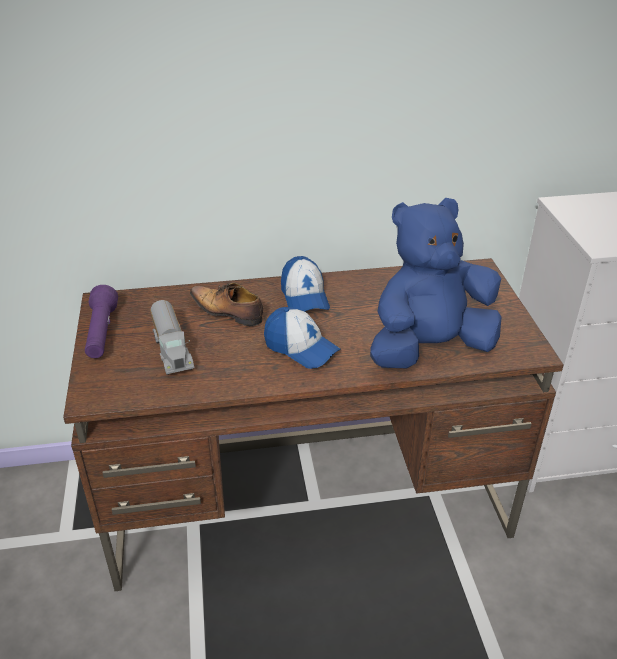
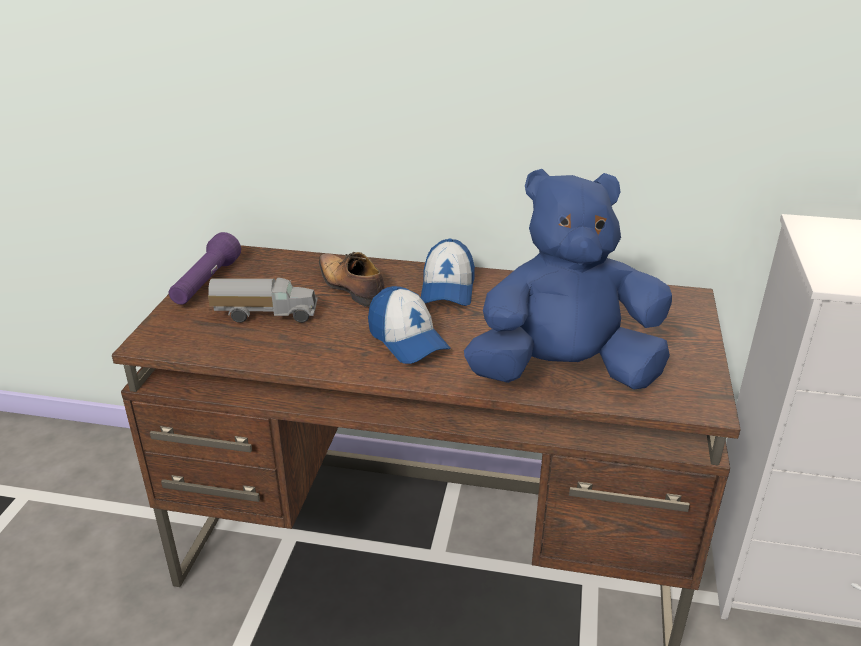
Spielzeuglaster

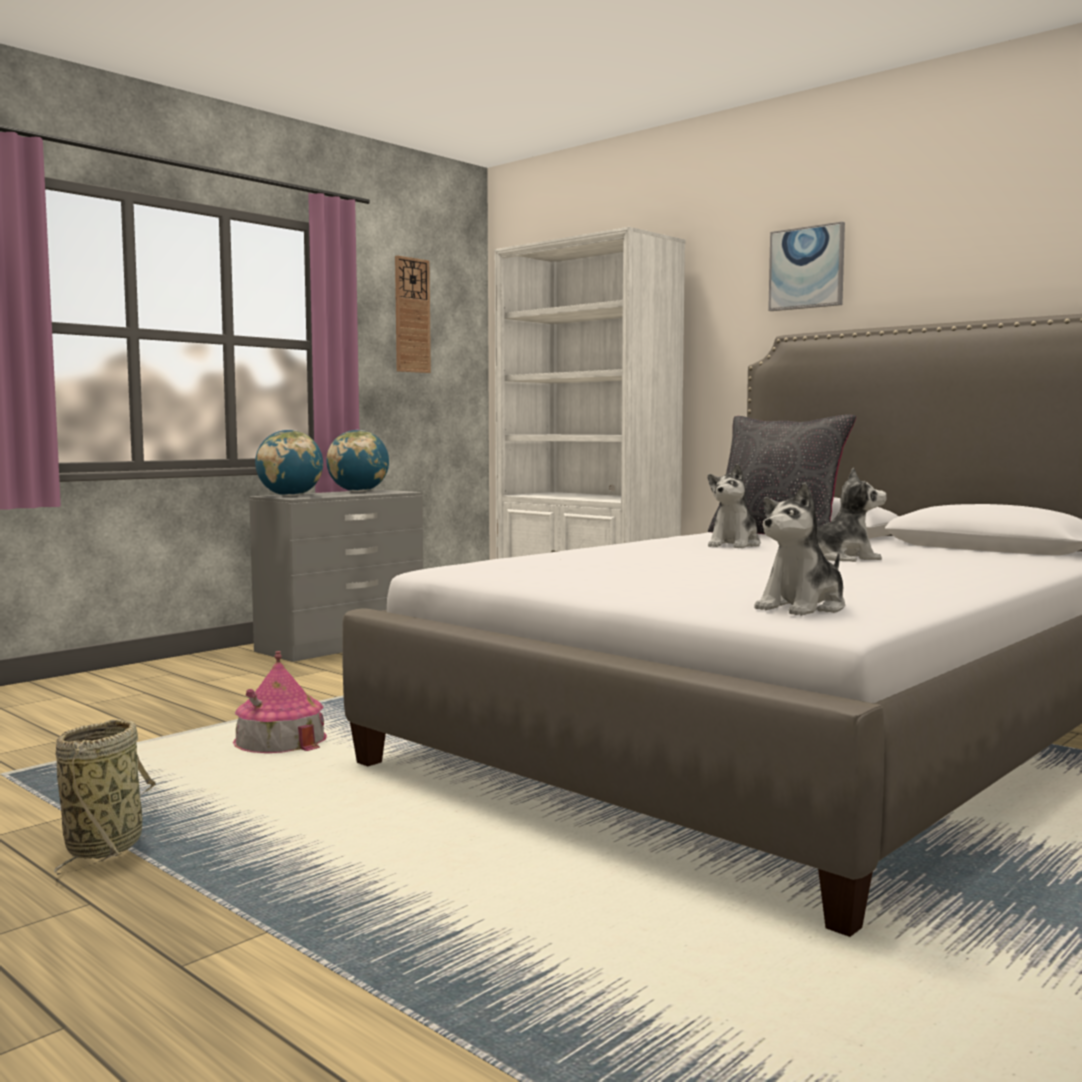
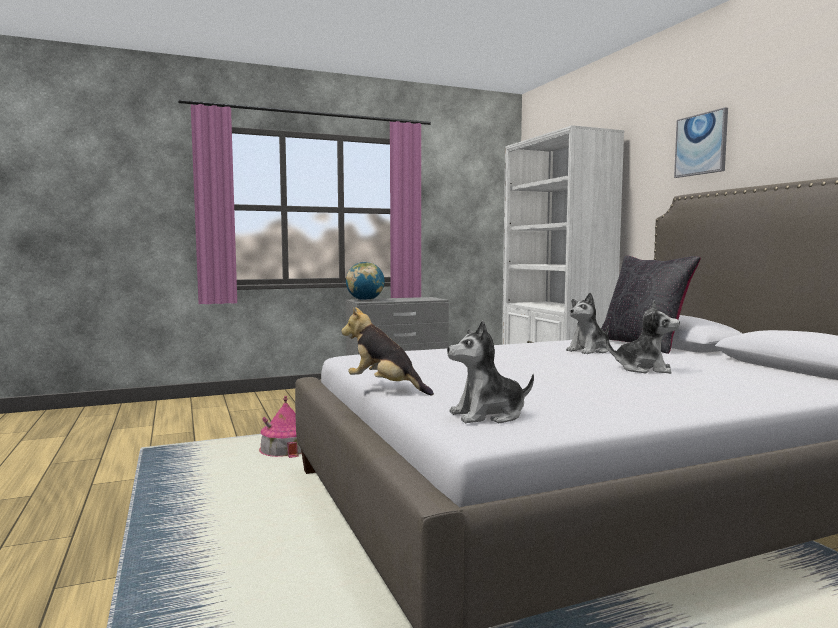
Korb; Globus (2nd from left in the first image); Wanduhr; Plüschtier (1st from left)

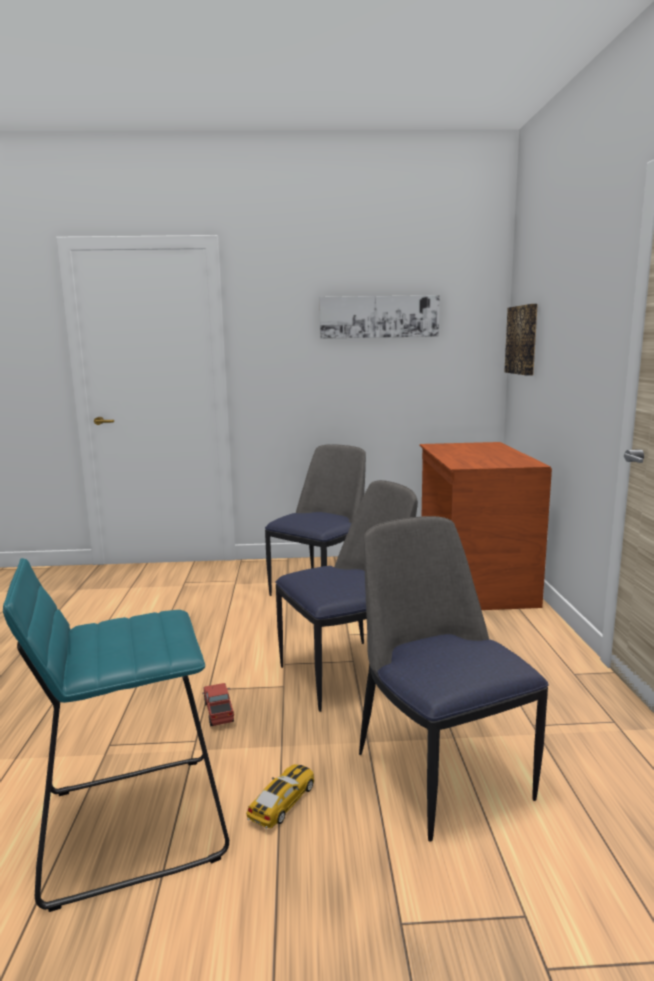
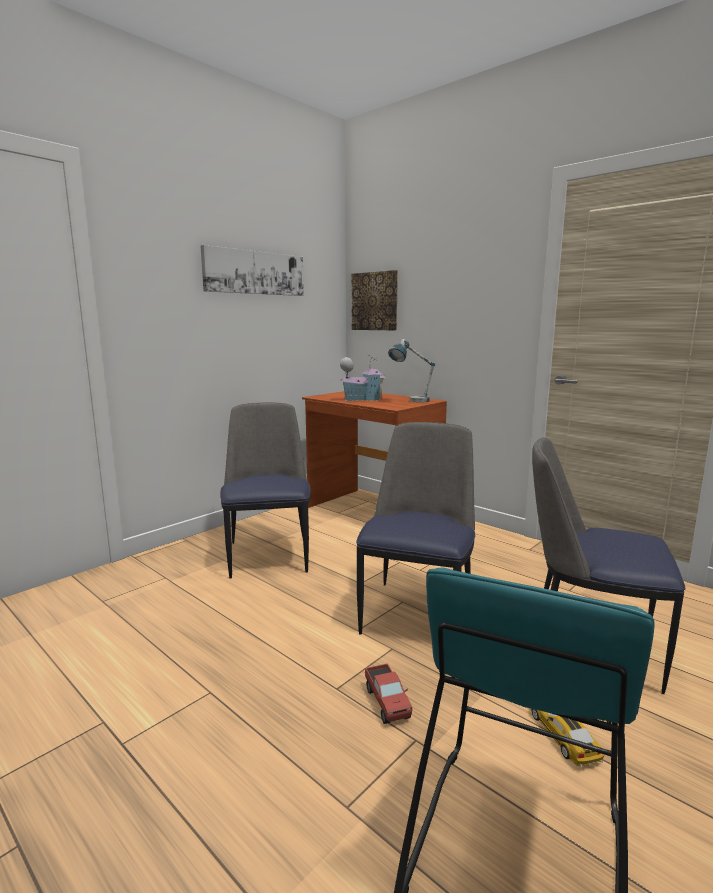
Spielzeughaus; Tischlampe; Spielzeuglaster

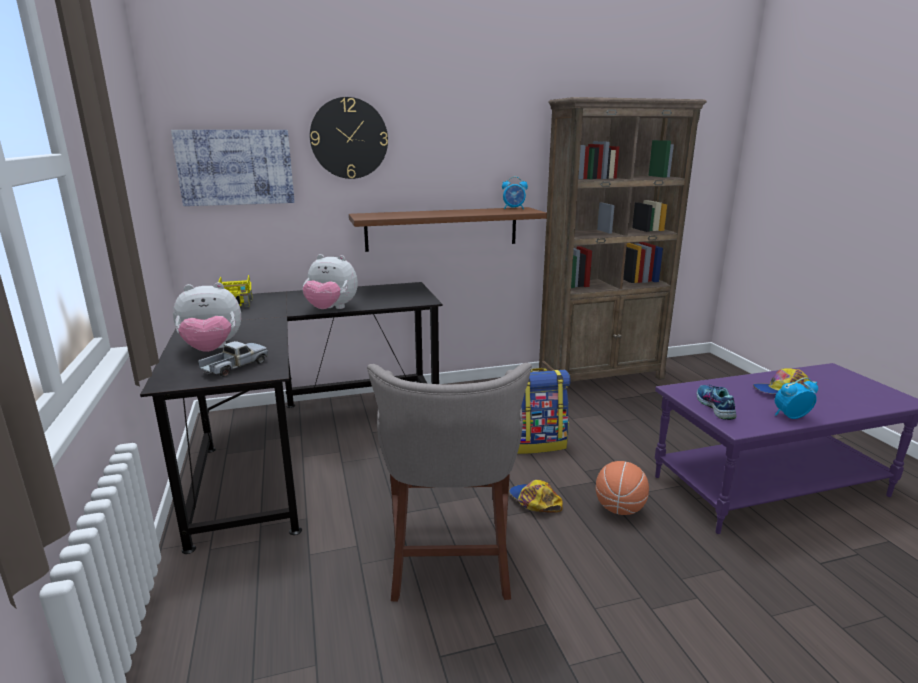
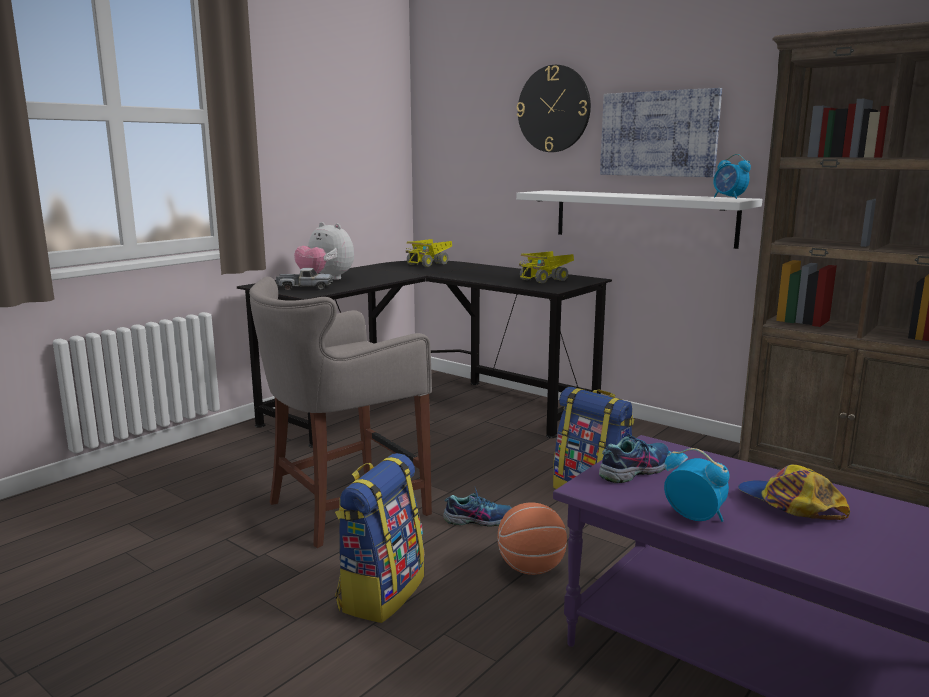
Plüschtier (2nd from left in the first image); Rucksack (1st from left); Spielzeuglaster (3rd from left); Bild; Schuh (1st from left); Wandregal (weiß)

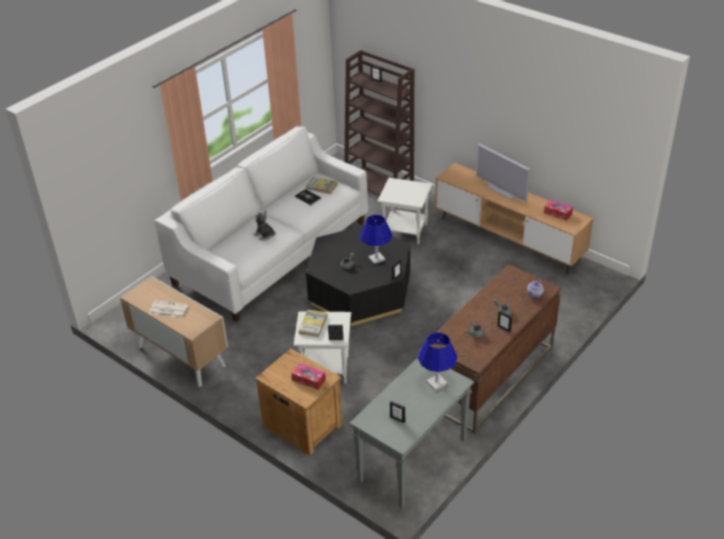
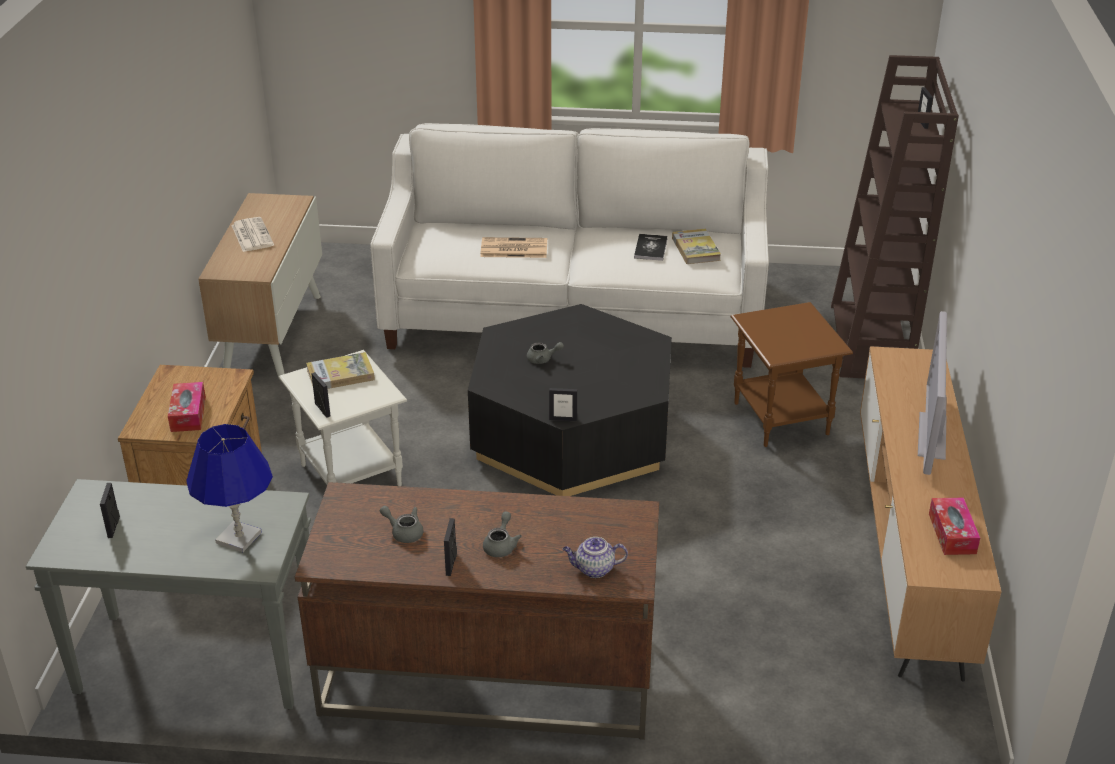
Tischlampe (blau) (1st from left in the first image); Zeitung (2nd from left); Beistelltisch (braun)

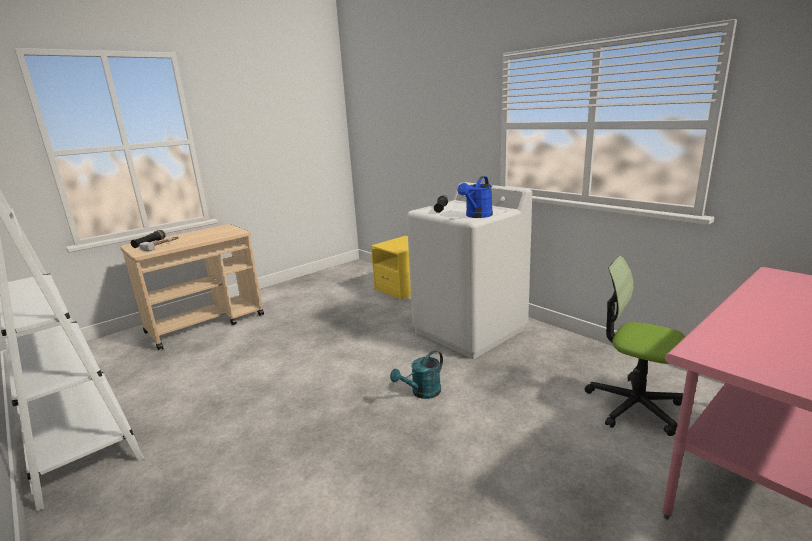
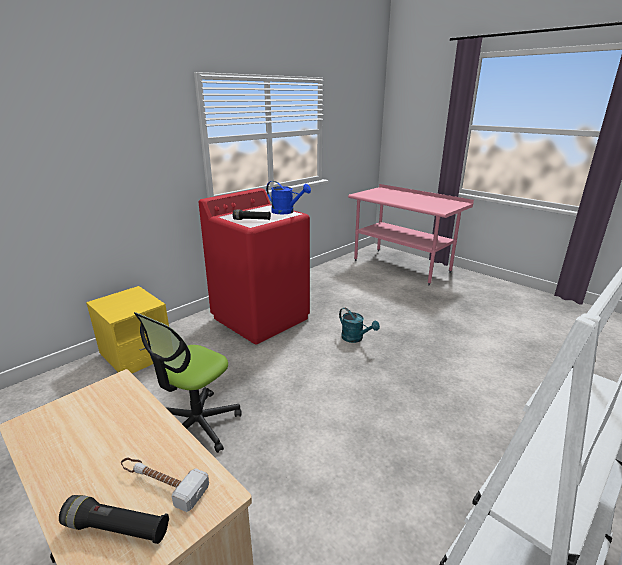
Bürostuhl; Waschmaschine (rot)

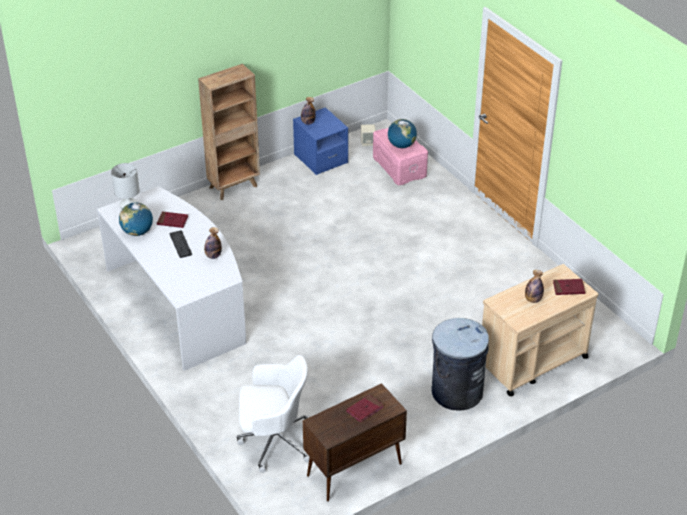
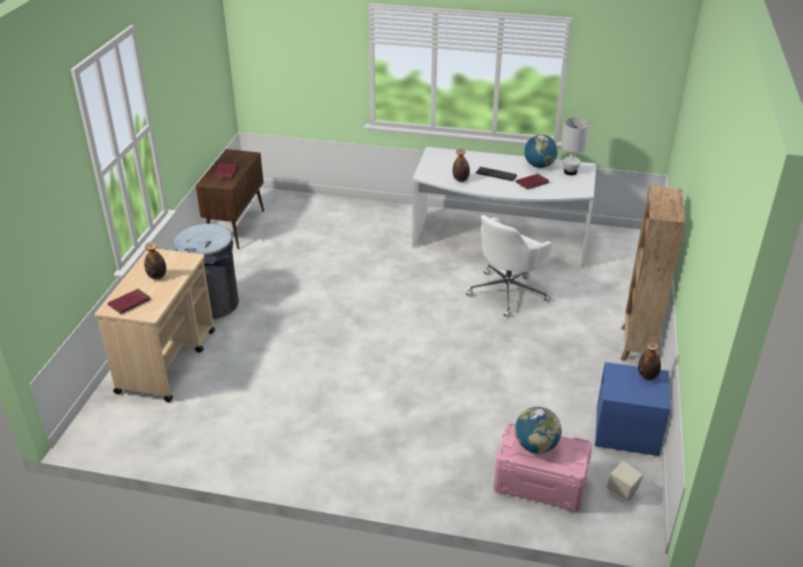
Bürostuhl (weiß)

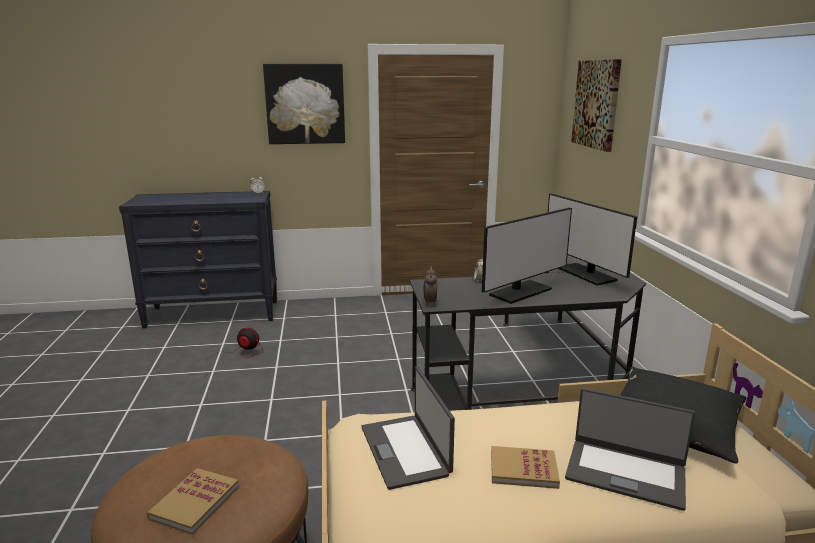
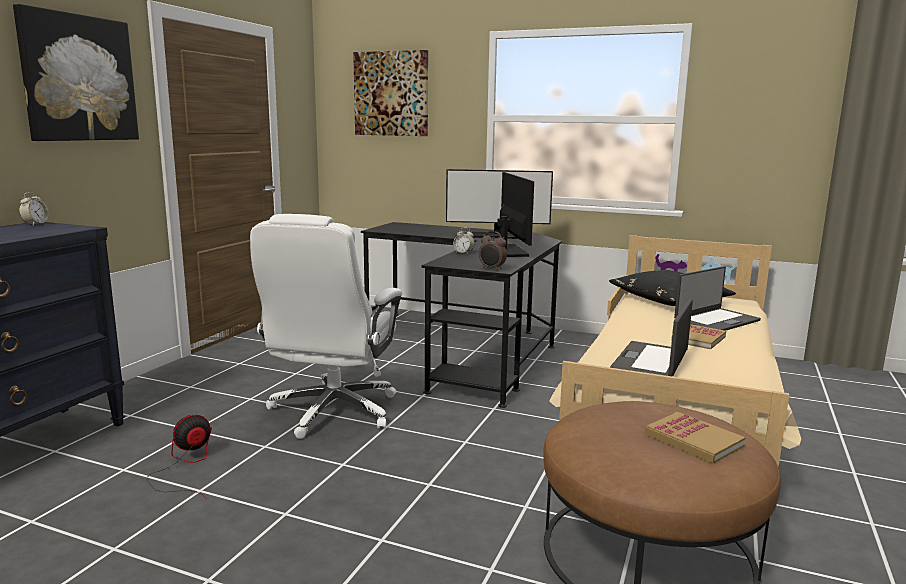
Bürostuhl (weiß); Laptop (1st from left)

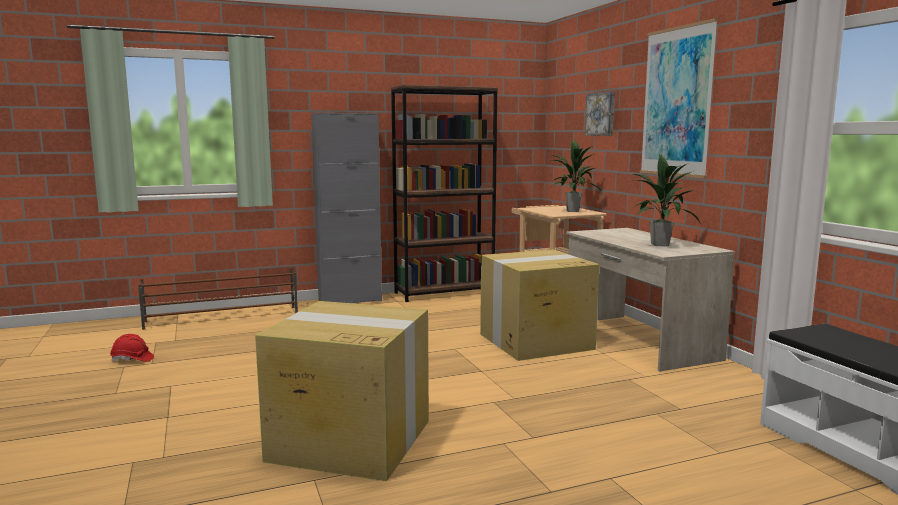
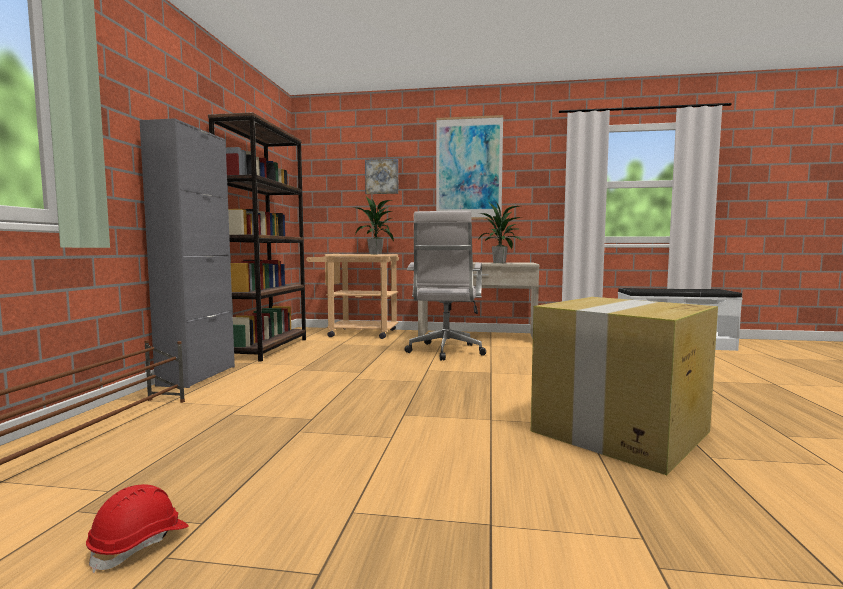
Bürostuhl (weiß)

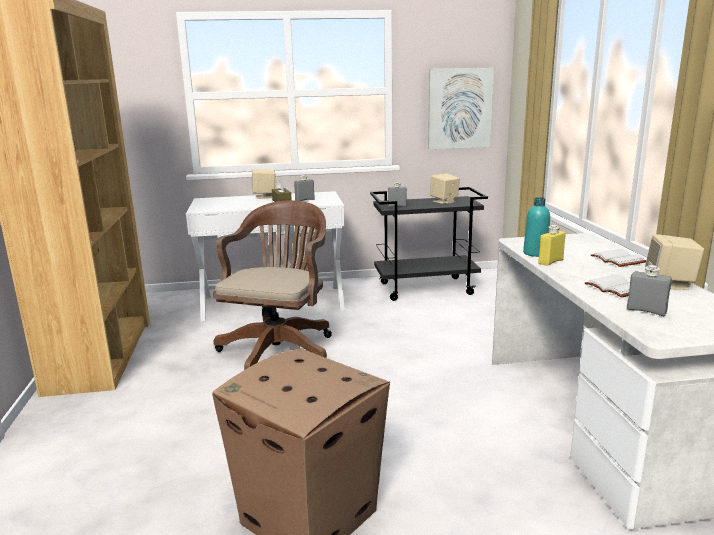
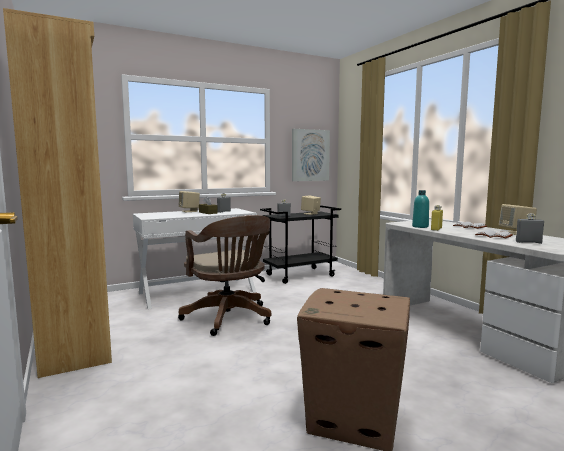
Bürostuhl (braun)

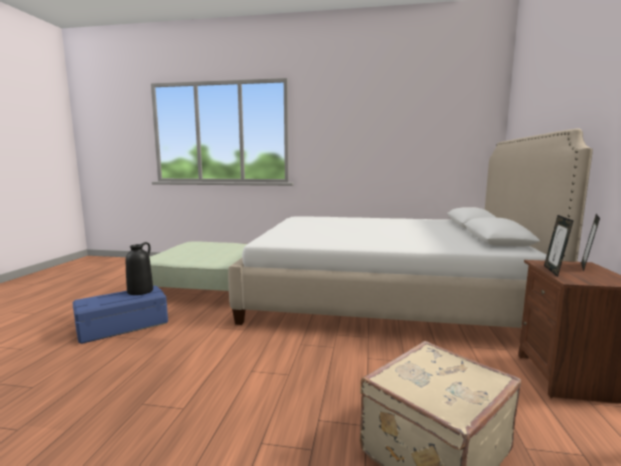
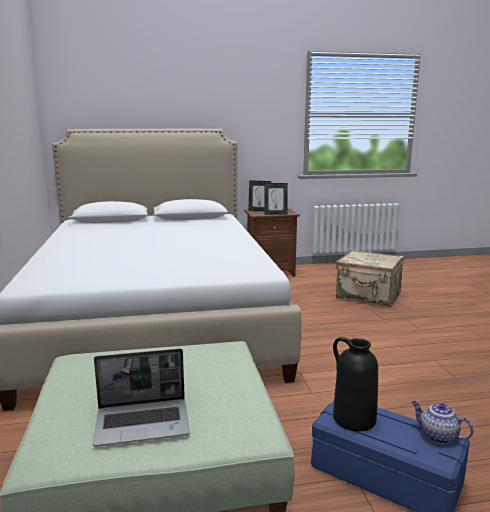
Laptop; Teekanne

